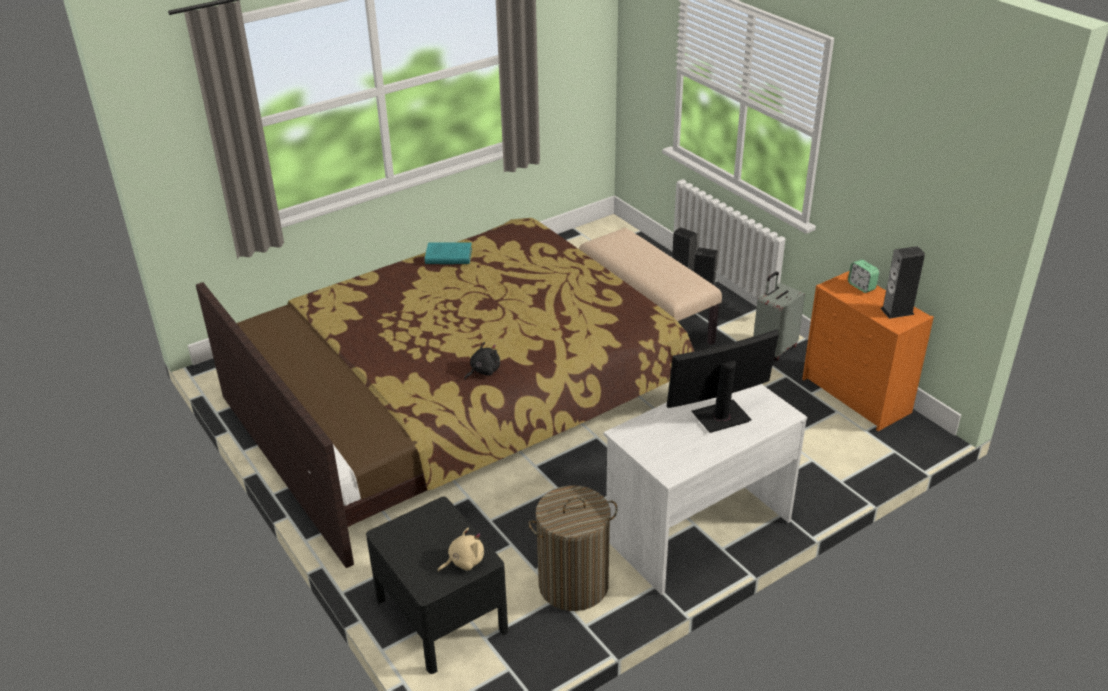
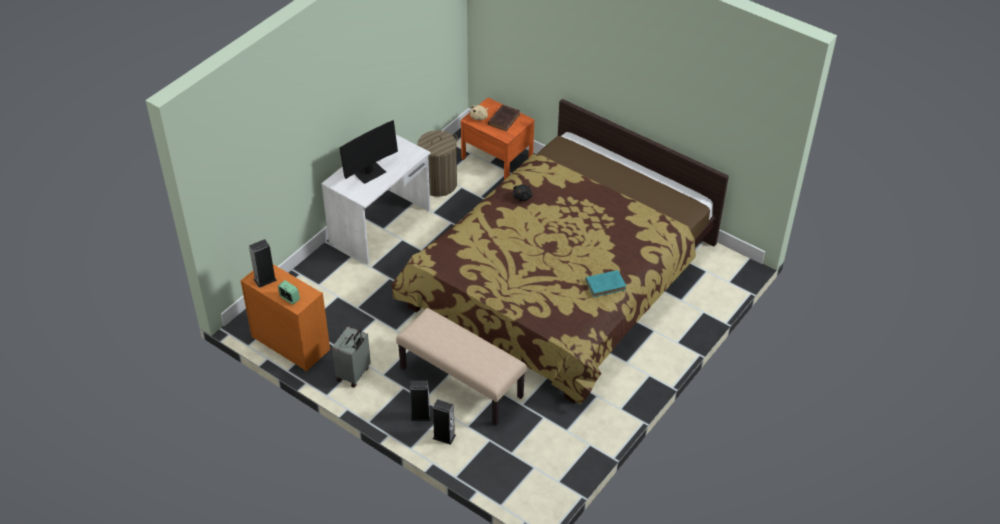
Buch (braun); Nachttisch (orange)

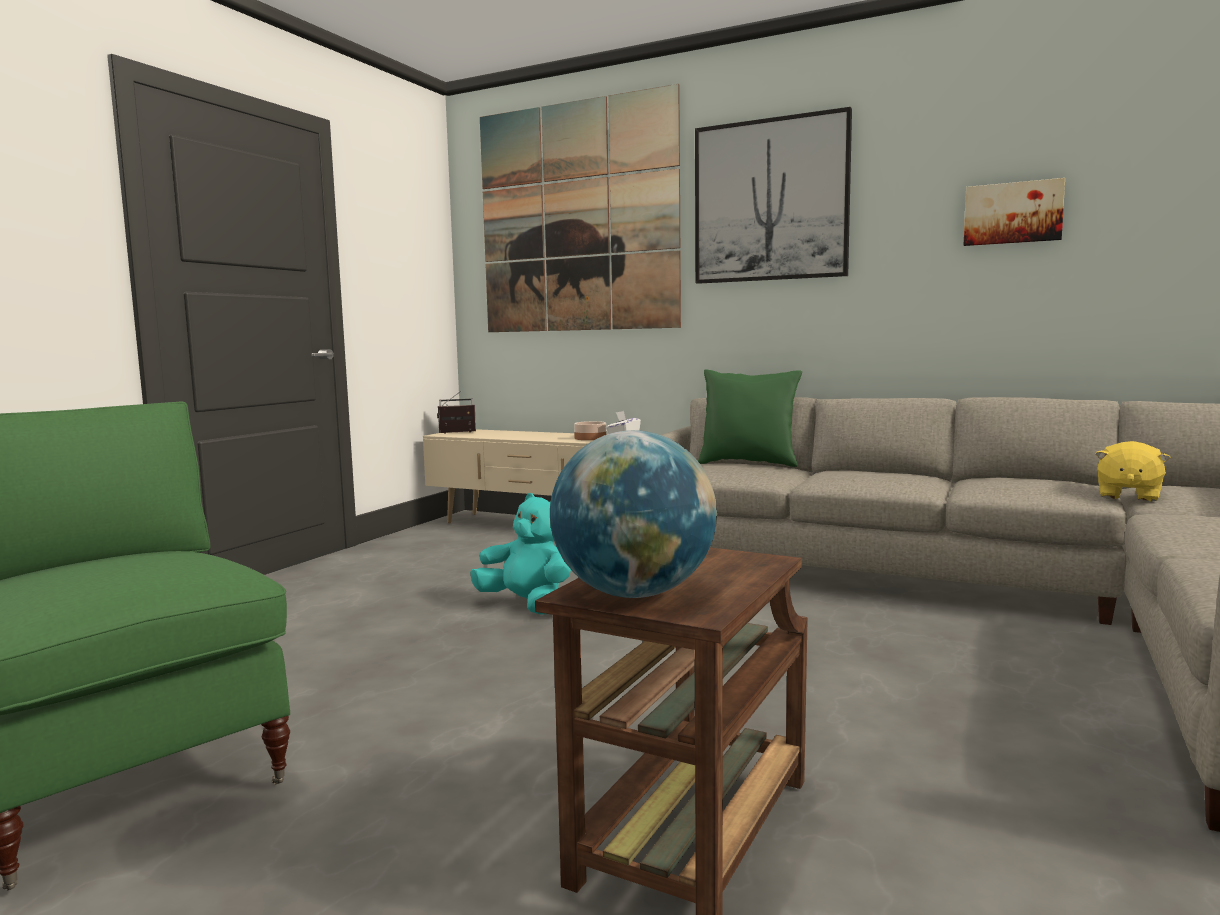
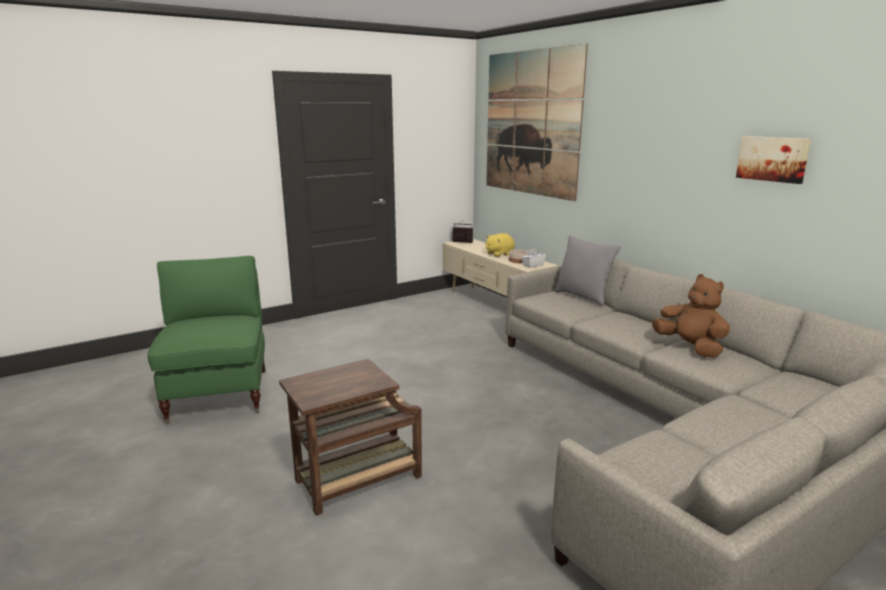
Plüschtier (türkis); Globus; Bild (2nd from left in the first image); Plüschtier (braun); Plüschtier (gelb); Kissen (grau)

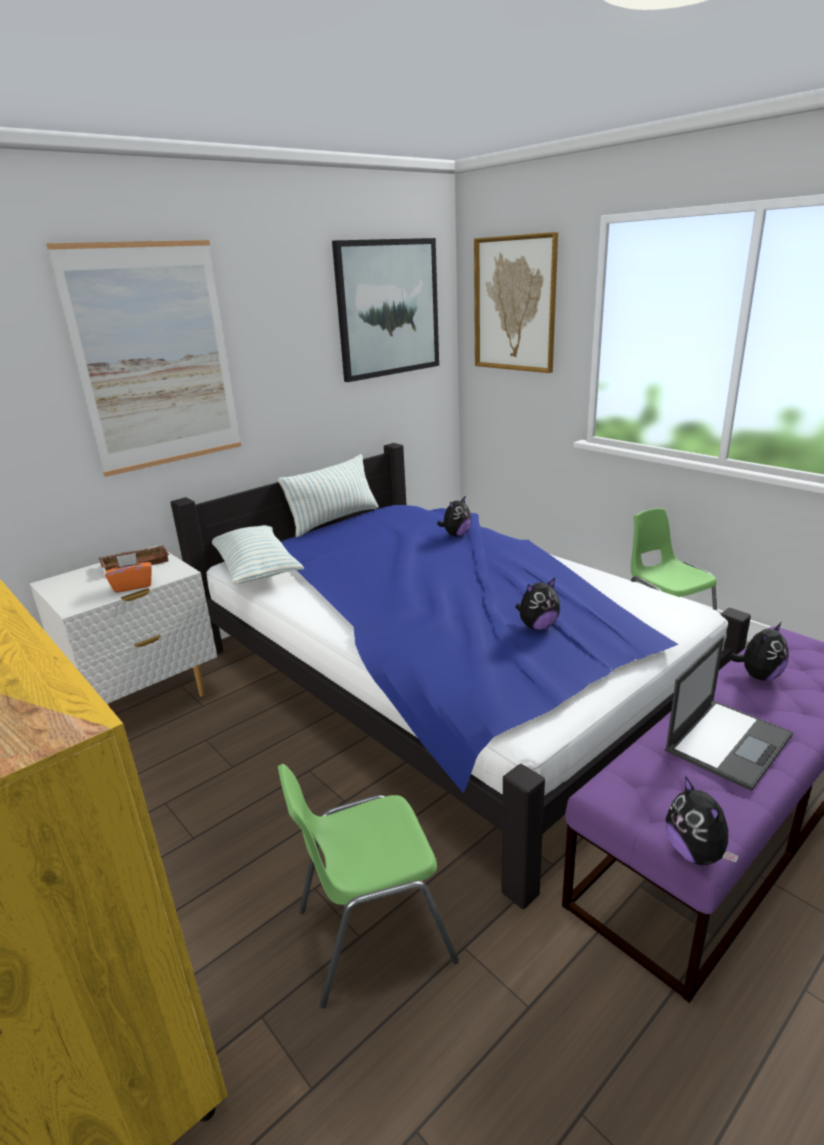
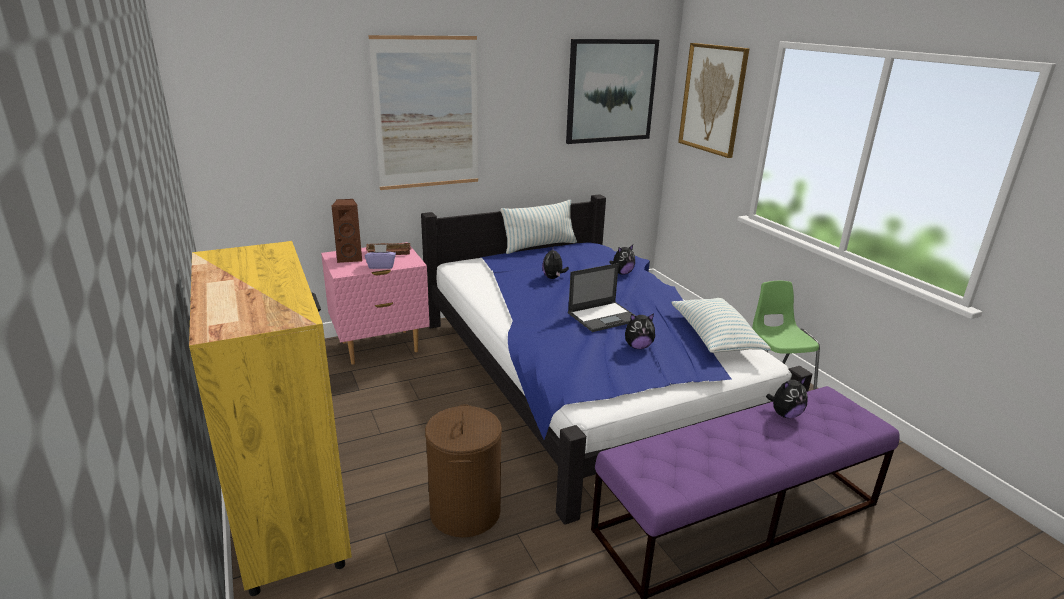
Lautsprecher (braun); Kissen (2nd from left); Laptop; Plüschtier (1st from left); Wäschekorb (braun); Nachttisch (rosa); Taschentuchbox (lila)

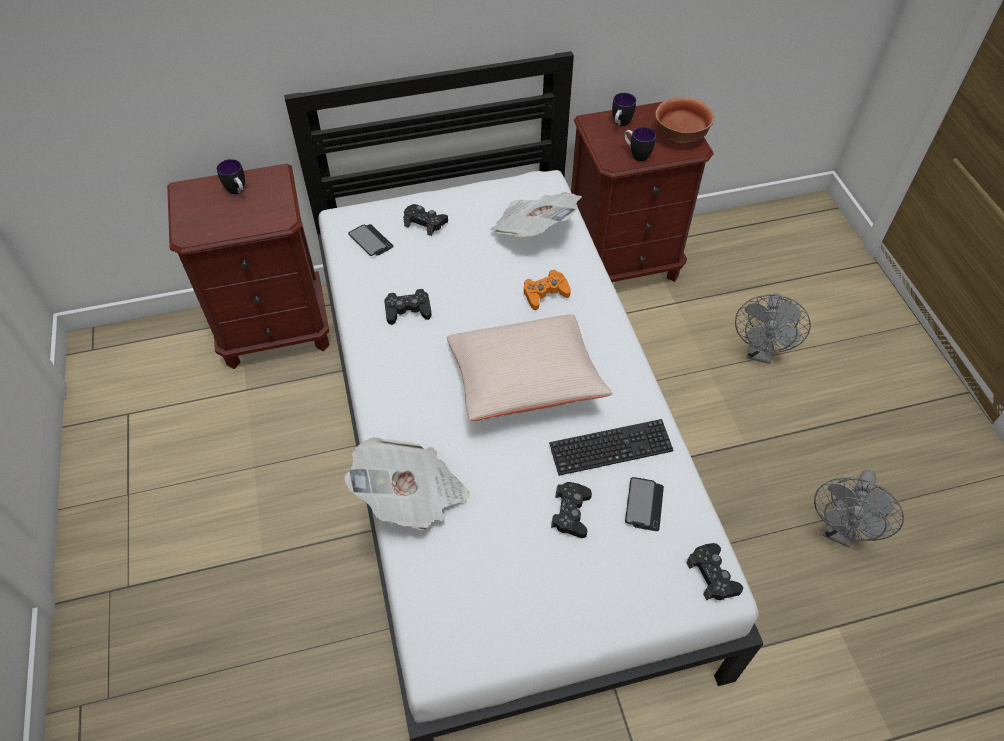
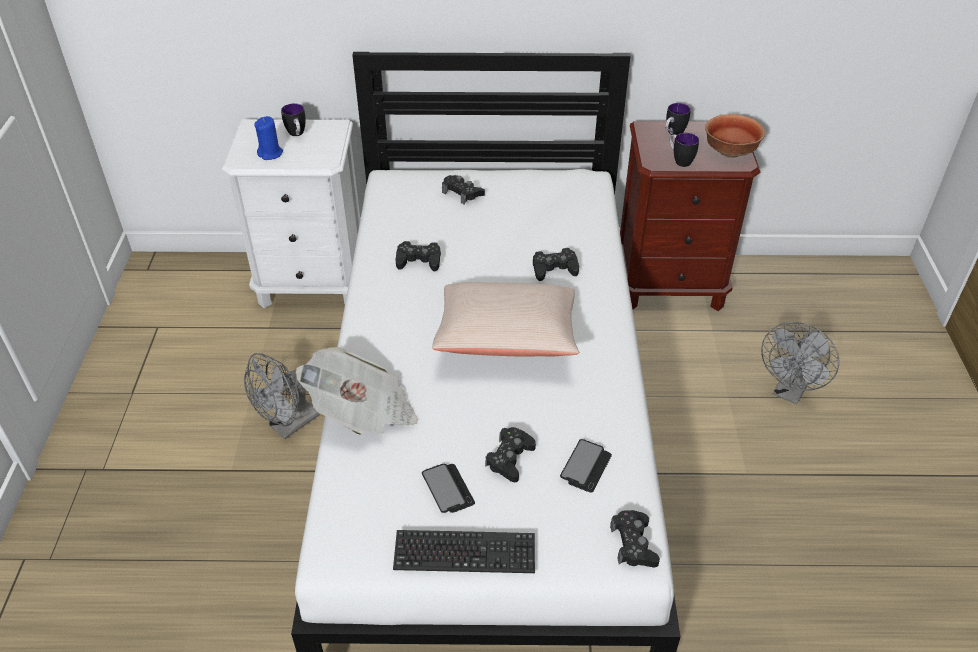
Zeitung (2nd from left in the first image); Kerze (blau); Handy (1st from left); Tastatur; Ventilator (grau) (1st from left); Nachttisch (weiß); Gamepad (schwarz) (4th from left)

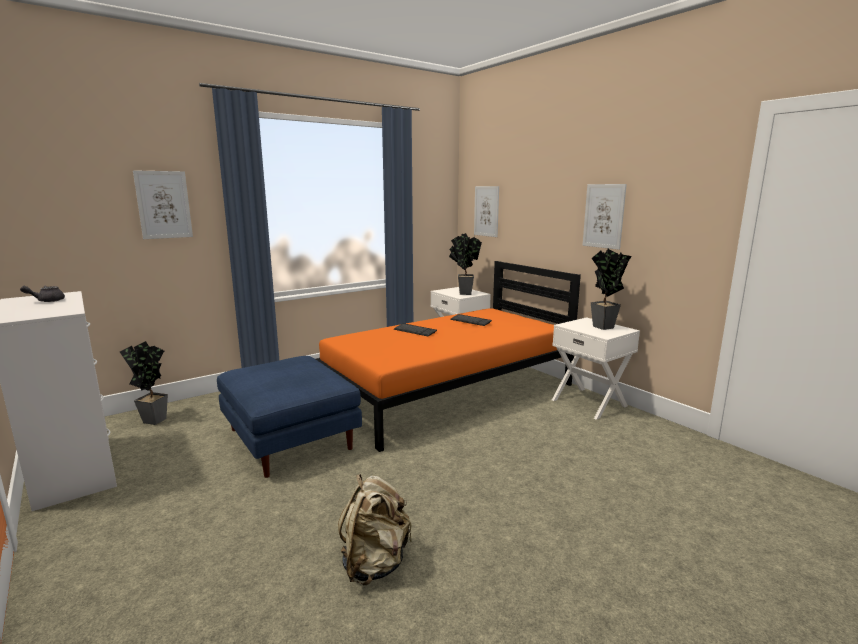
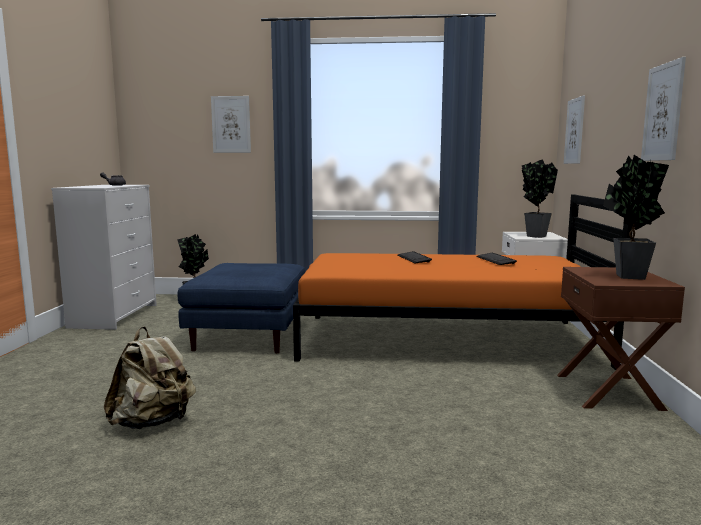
Nachttisch (braun)

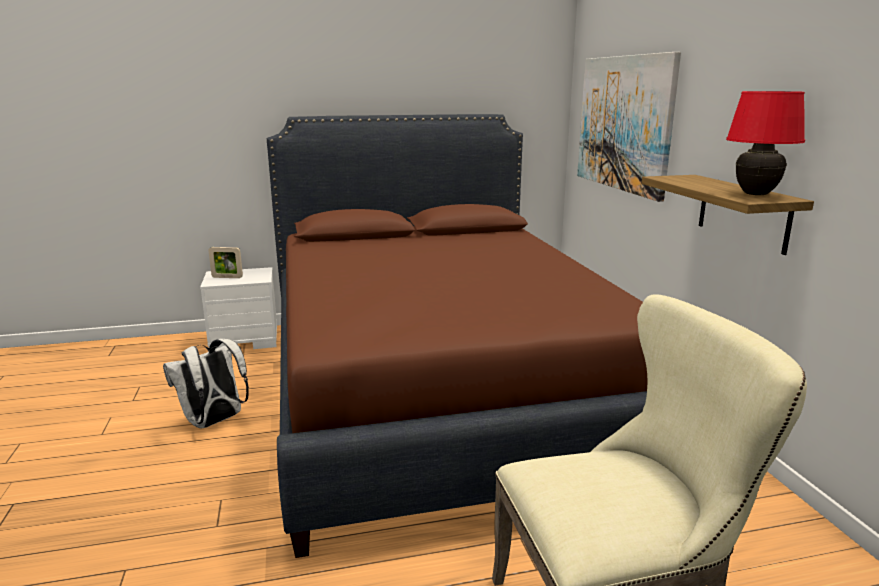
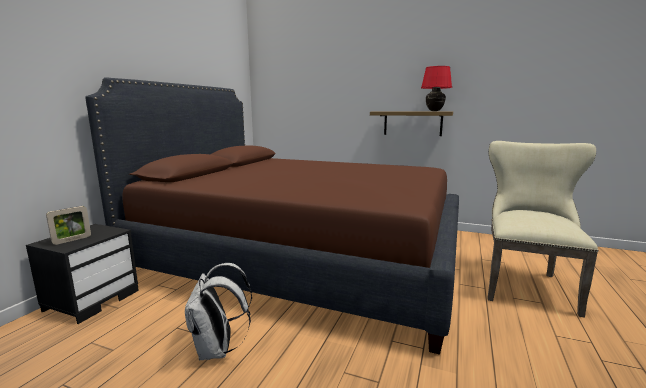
Bild; Nachttisch (schwarz)

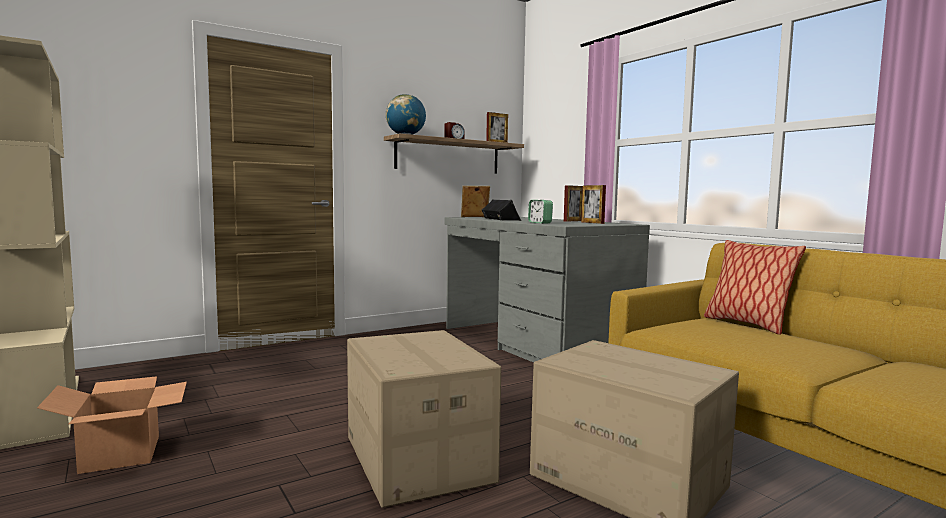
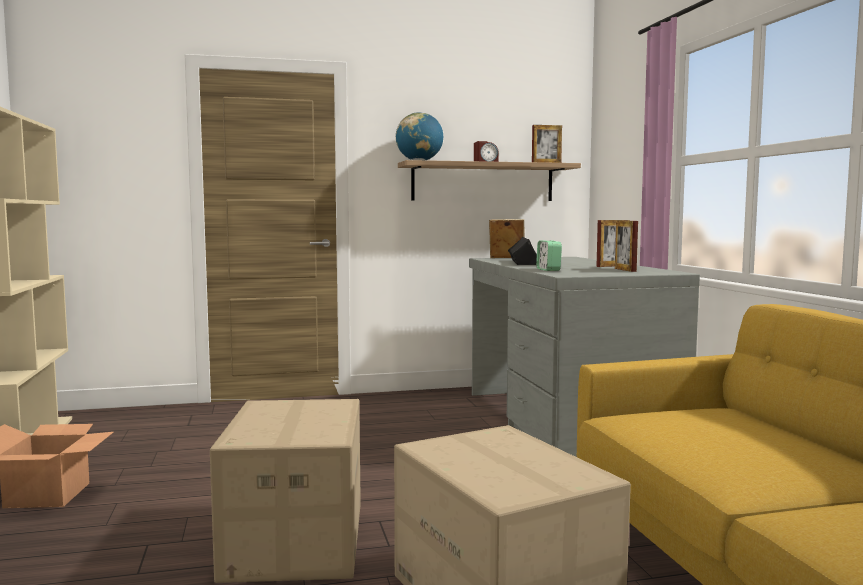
Kissen

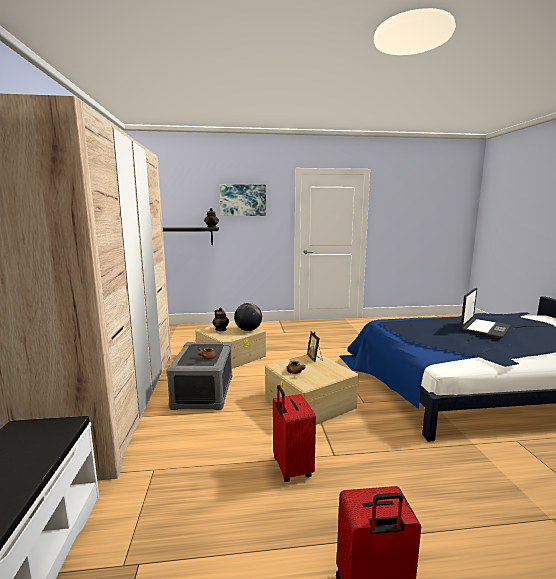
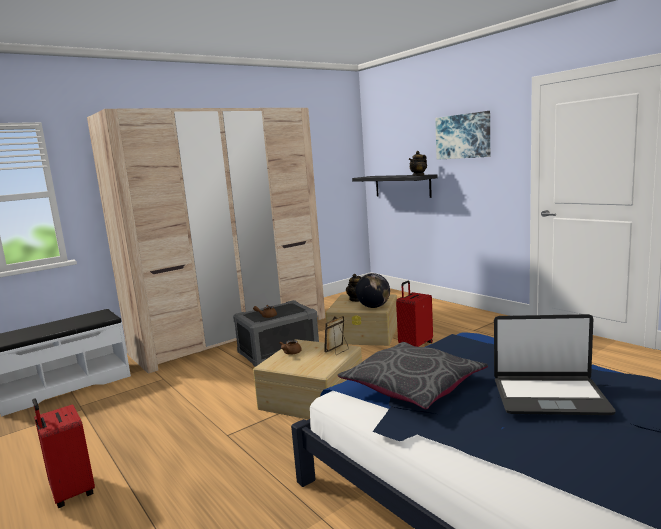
Kissen (grau); Koffer (rot) (2nd from left)

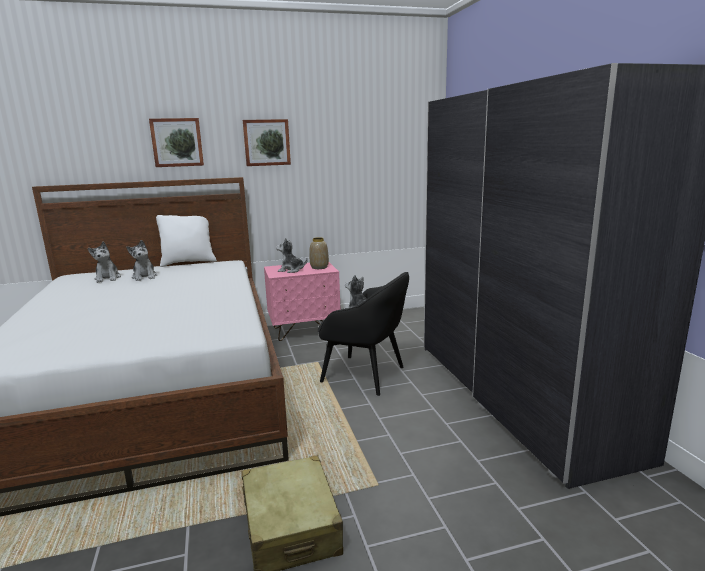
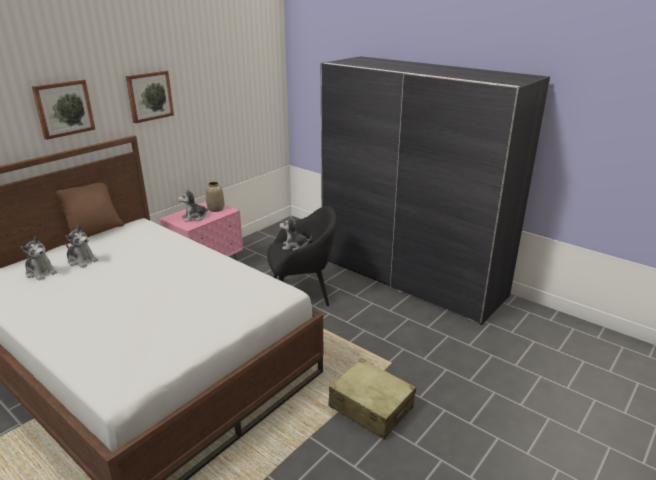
Kissen (braun)

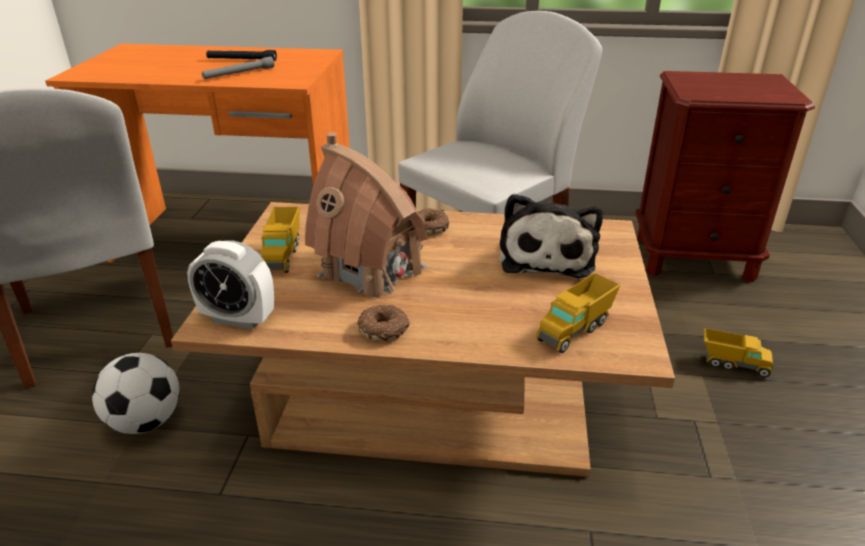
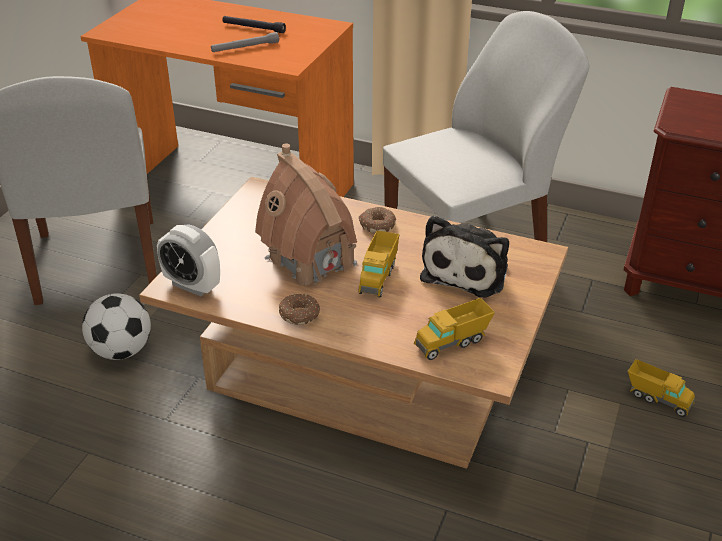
Spielzeuglaster (1st from left)

